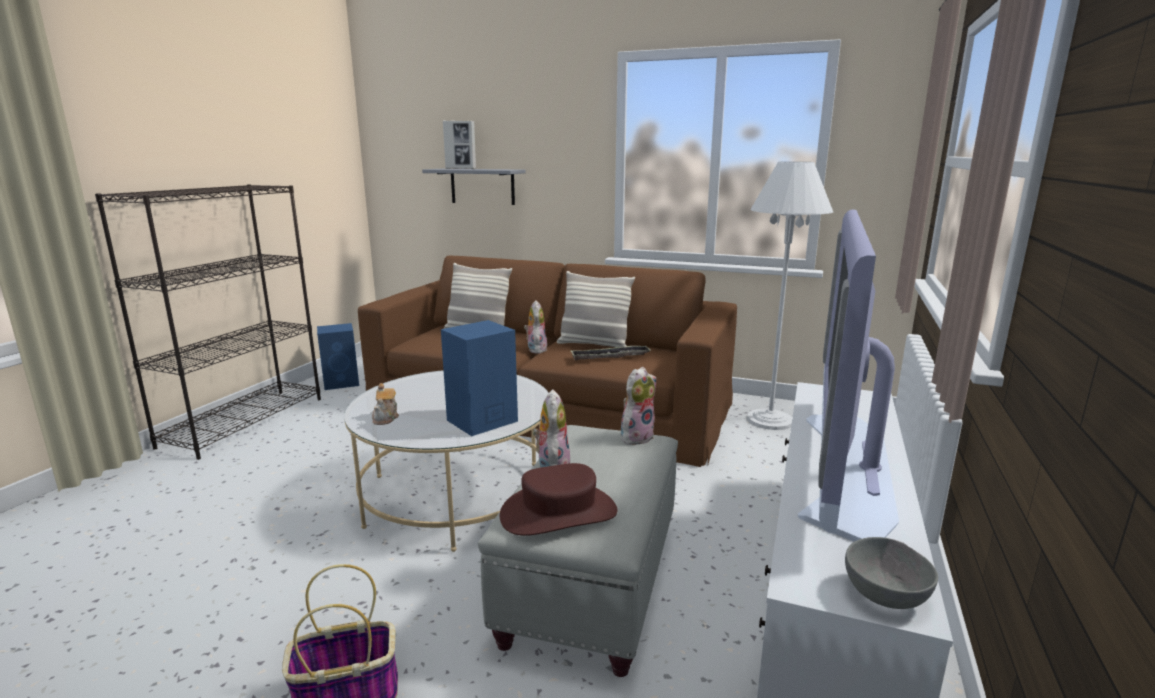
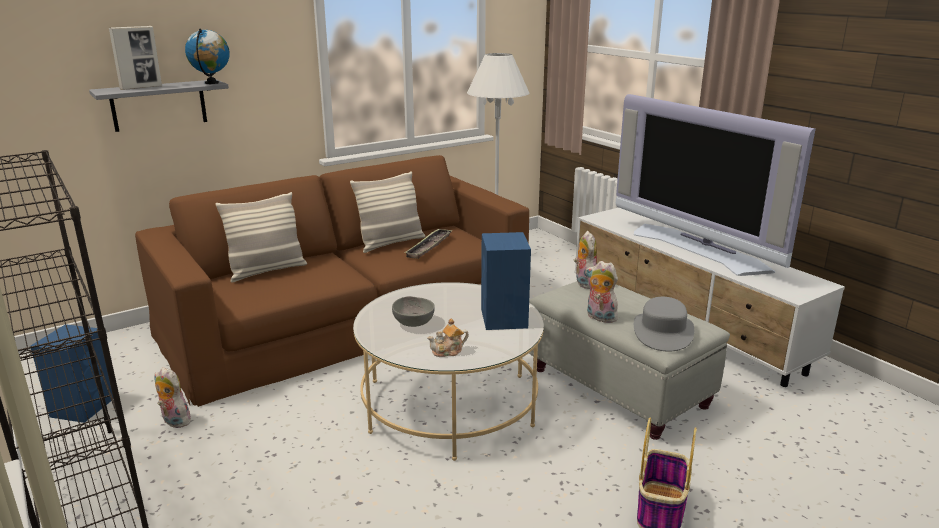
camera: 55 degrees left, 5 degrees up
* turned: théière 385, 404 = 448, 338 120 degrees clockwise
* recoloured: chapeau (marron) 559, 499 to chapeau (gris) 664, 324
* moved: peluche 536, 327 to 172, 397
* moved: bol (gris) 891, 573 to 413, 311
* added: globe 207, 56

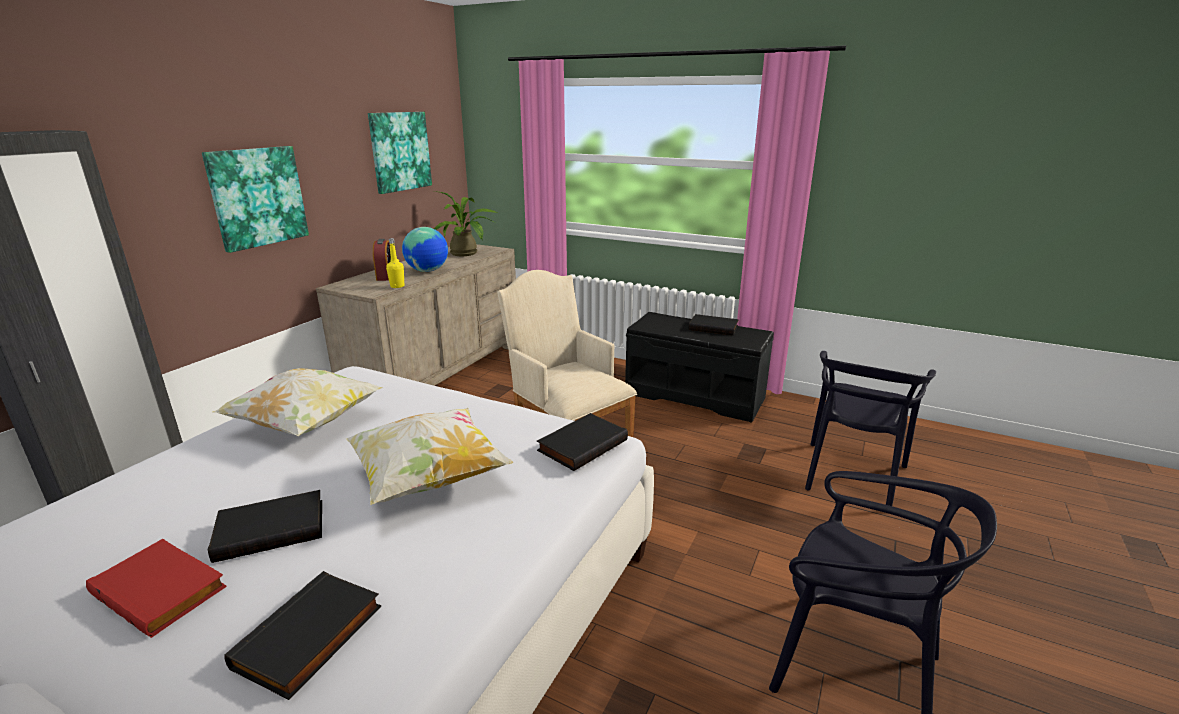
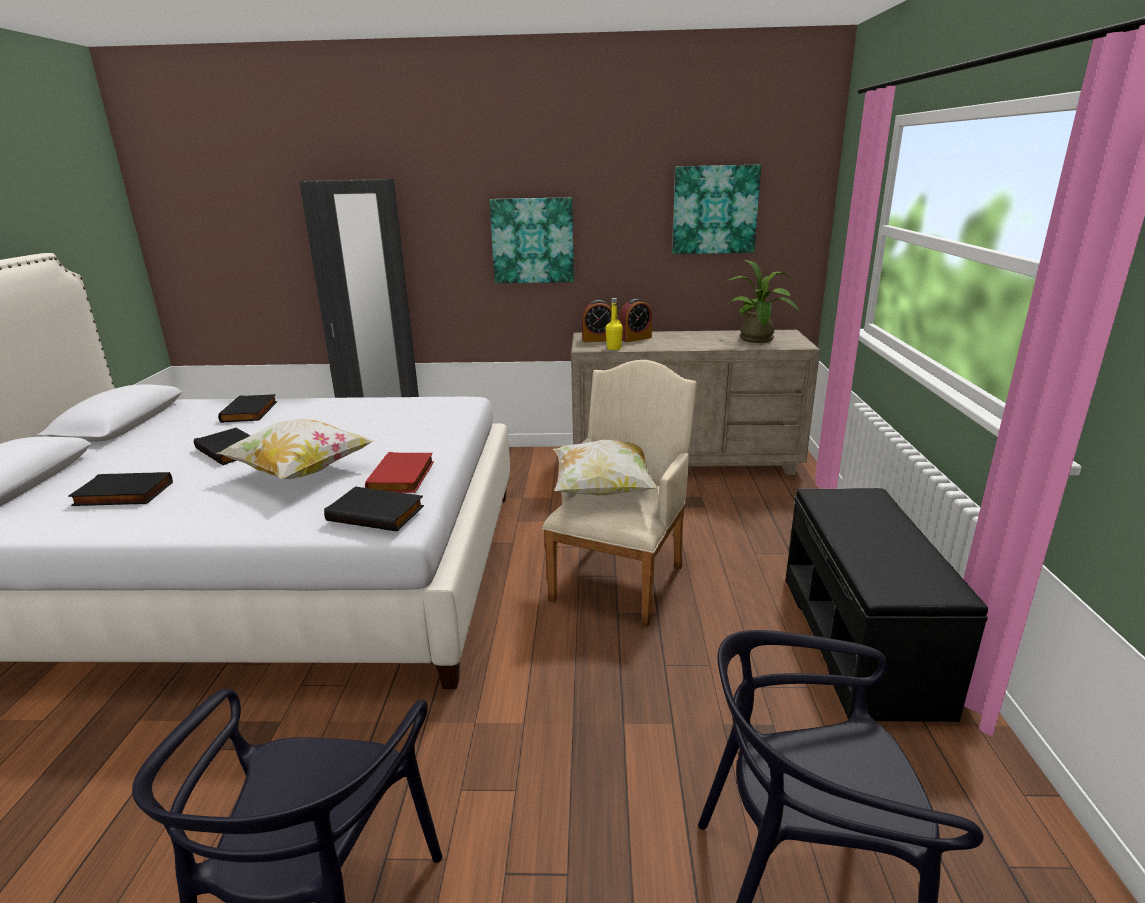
camera: 65 degrees right, 0 degrees up
* moved: livre (rouge) 156, 588 to 399, 472
* moved: coussin 298, 402 to 605, 467
* removed: globe 425, 249
* moved: livre (noir) 713, 325 to 247, 408
* added: réveil 597, 321

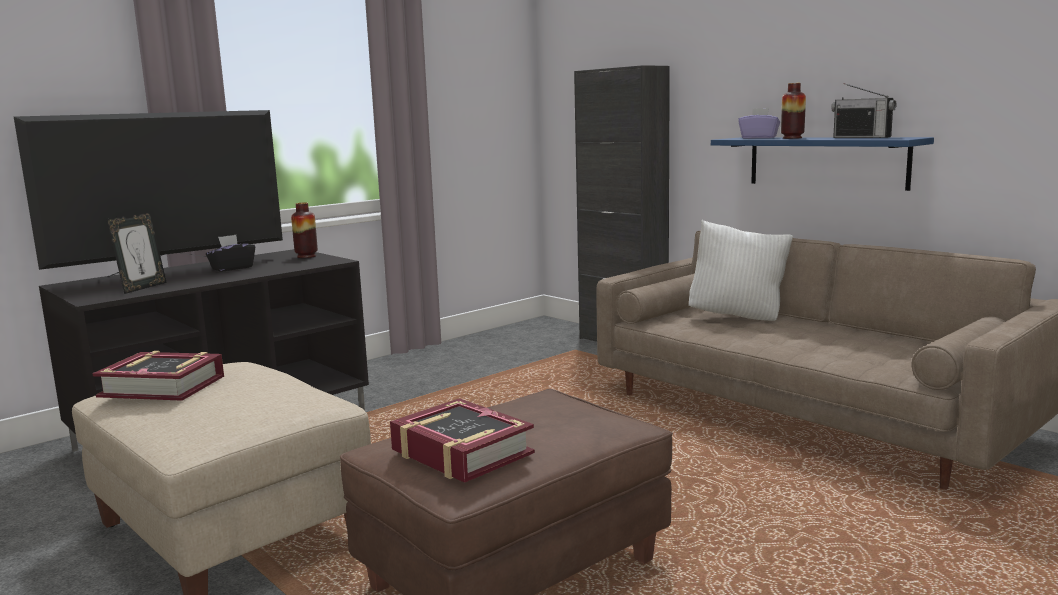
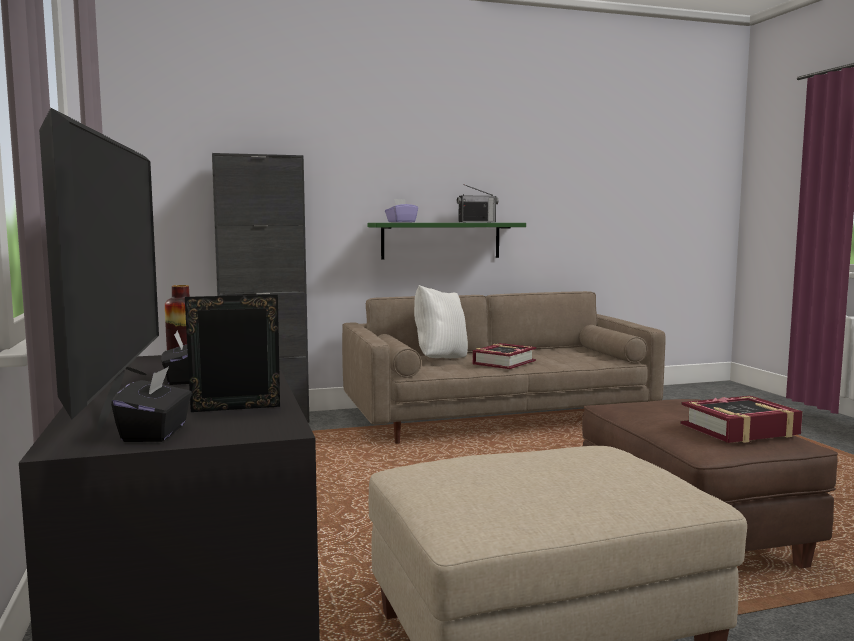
camera: 65 degrees left, 5 degrees down
* moved: livre 158, 376 to 504, 356
* turned: cadre photo 136, 253 = 232, 353 60 degrees counterclockwise
* recoloured: étagère (bleu) 822, 164 to étagère (vert) 446, 241
* removed: vase 793, 111
* added: boîte à mouchoirs (noir) 151, 404

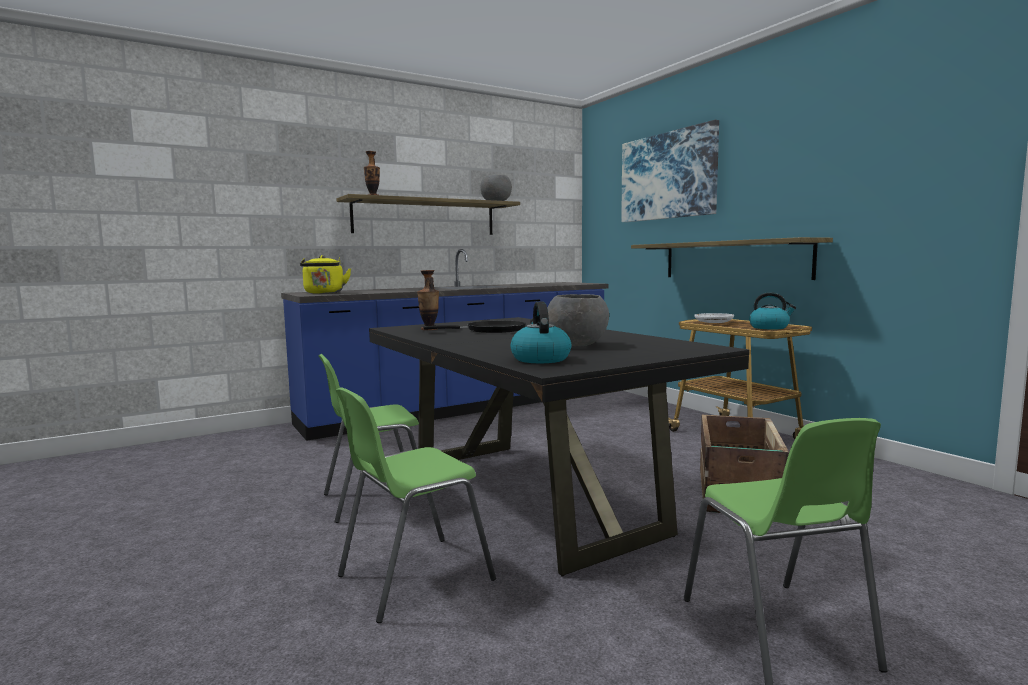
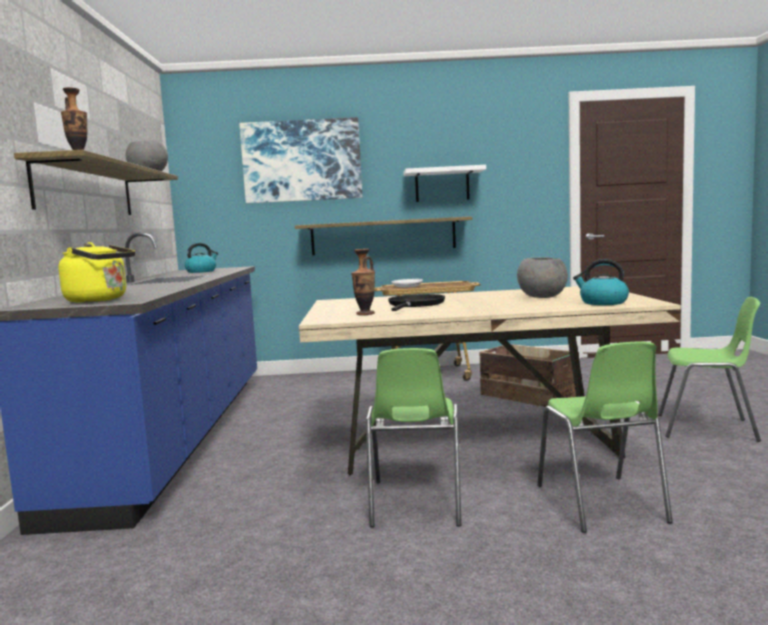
camera: 60 degrees left, 0 degrees up
* recoloured: table à manger (noir) 559, 447 to table à manger (beige) 490, 380
* moved: bouilloire 772, 310 to 201, 258
* added: étagère (blanc) 445, 183

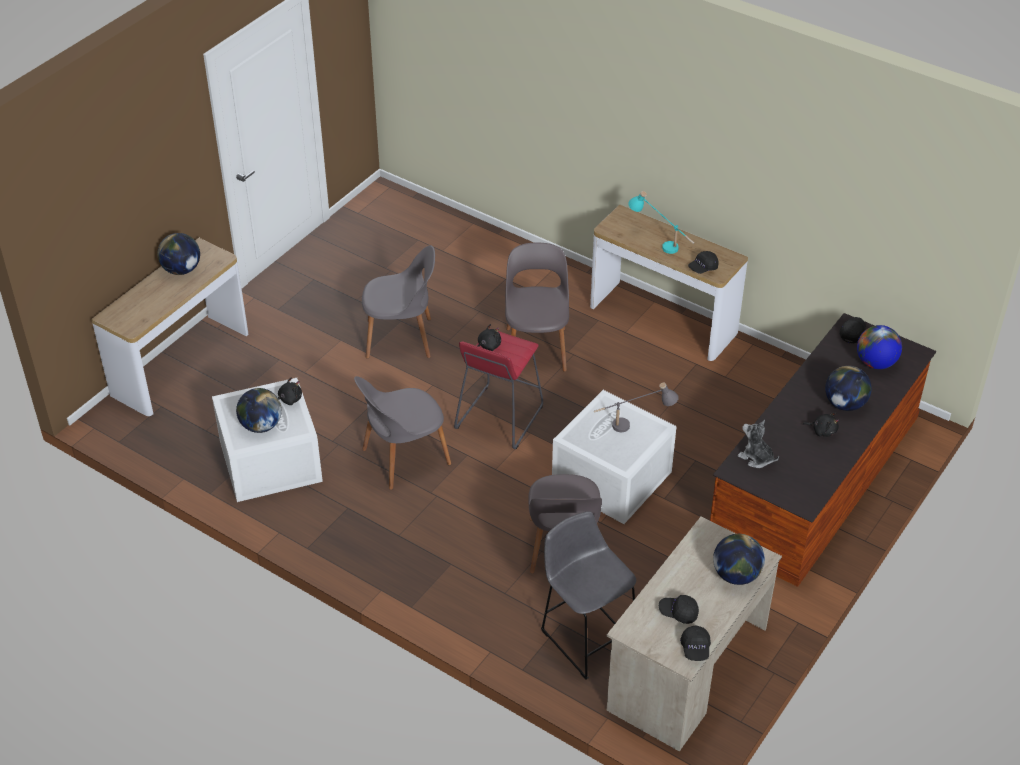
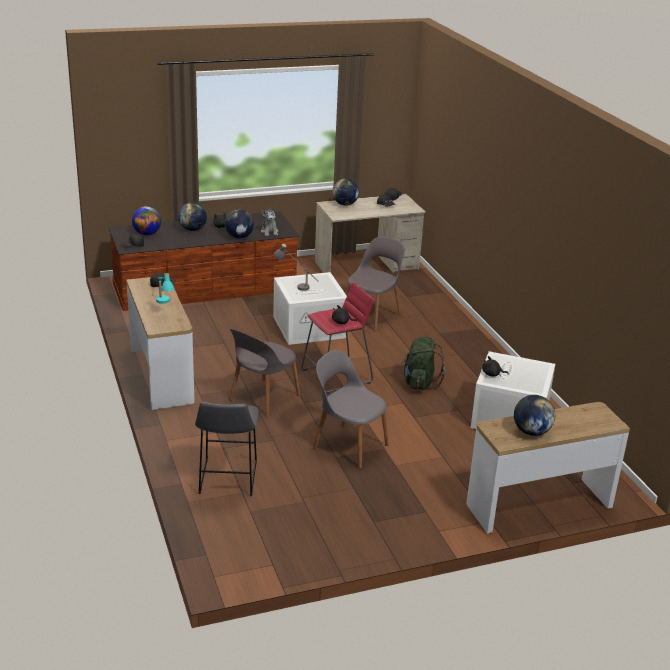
camera: 145 degrees left, 15 degrees down
* moved: globe 259, 410 to 239, 224
* replaced: chaise (gris) 402, 433 to sac à dos (vert) 423, 363
* moved: tabouret (gris) 588, 595 to 227, 449

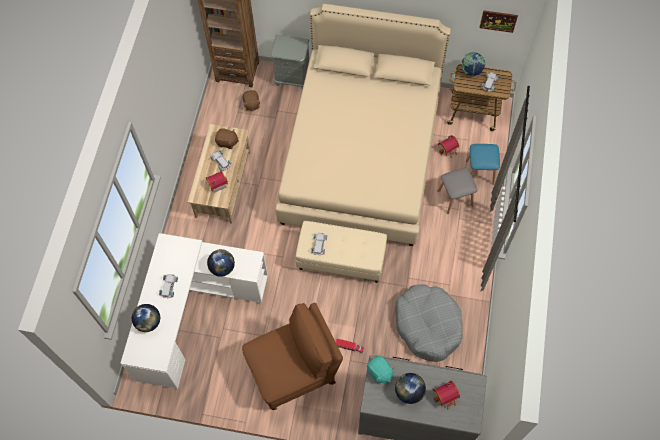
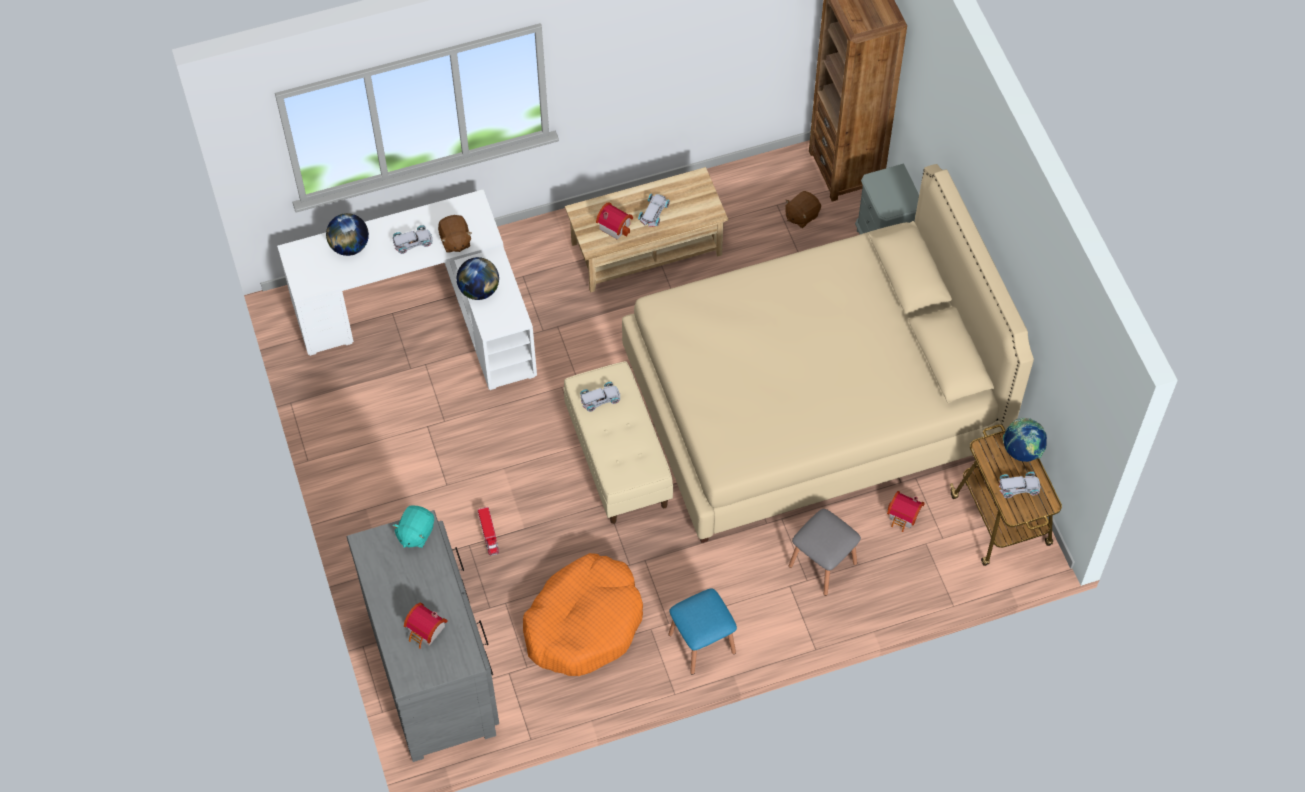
camera: 60 degrees right, 5 degrees down
* moved: peluche (marron) 227, 138 to 455, 234
* removed: chaise (marron) 292, 356
* recoloured: panier pour chien (gris) 429, 323 to panier pour chien (orange) 583, 614
* removed: globe 410, 388
* moved: tabouret (bleu) 483, 164 to 702, 631
* removed: tableau 498, 21

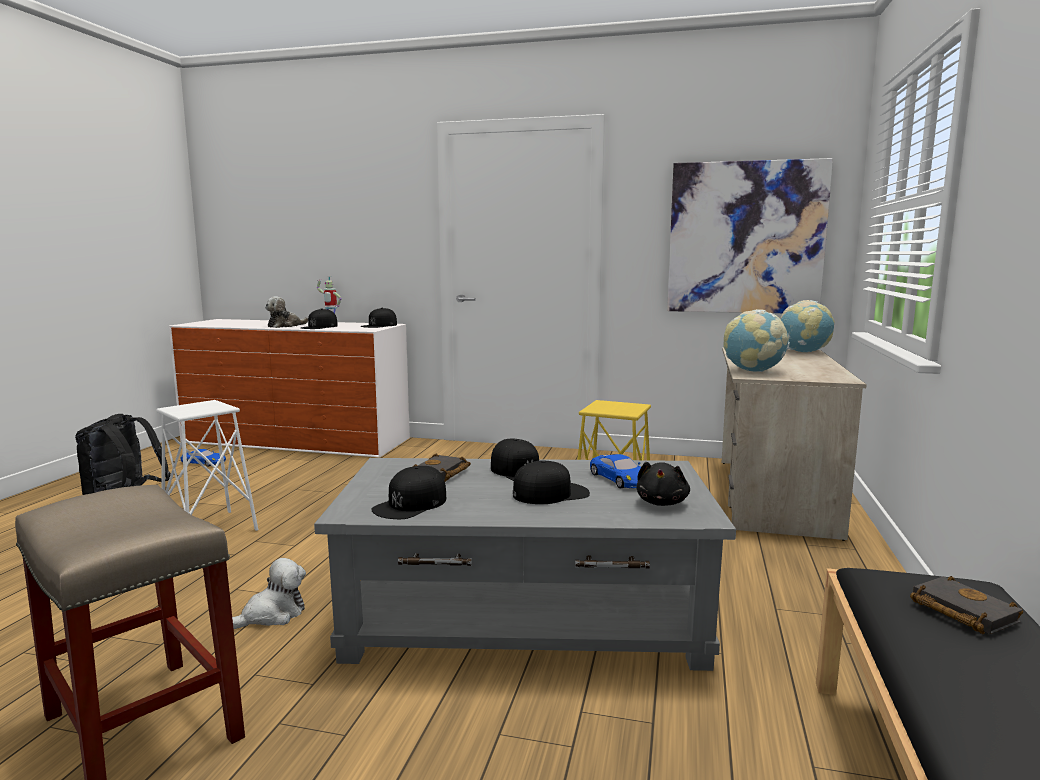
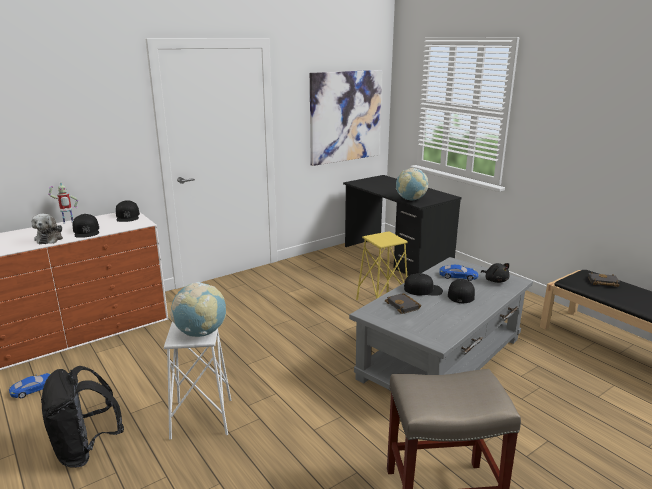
camera: 50 degrees left, 10 degrees up
* removed: peluche 269, 593
* removed: casquette (noir) 408, 492
* recoloured: bureau (beige) 794, 444 to bureau (noir) 402, 225
* moved: globe 807, 326 to 198, 309

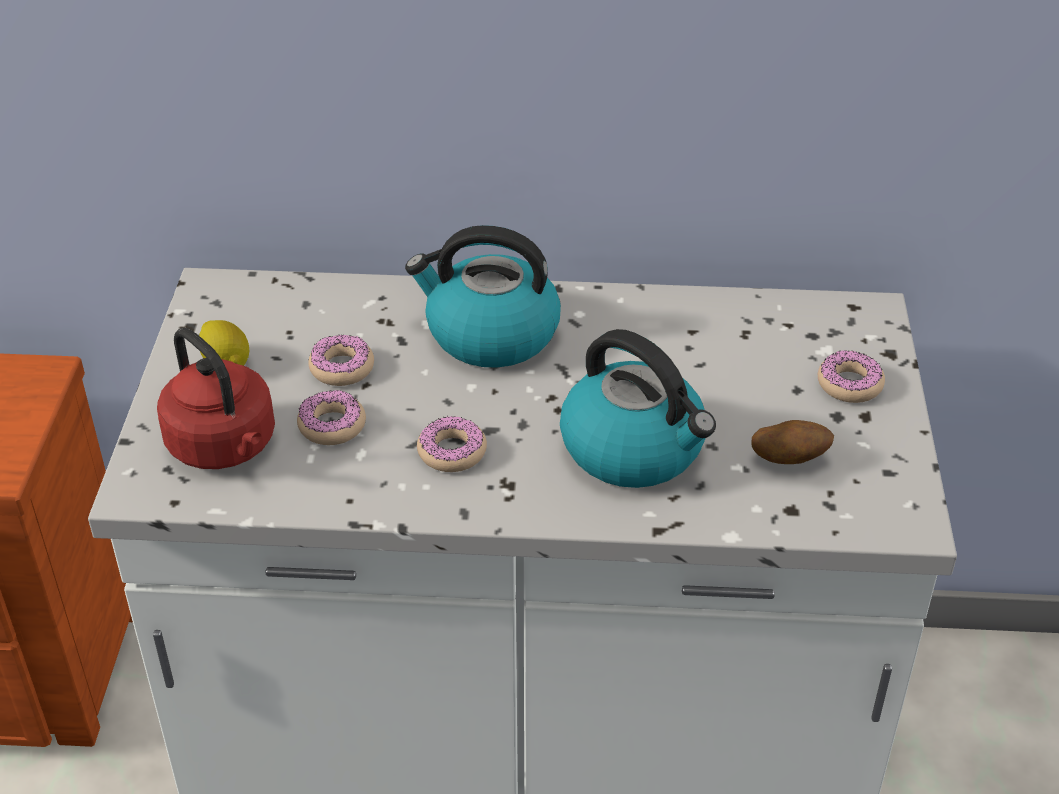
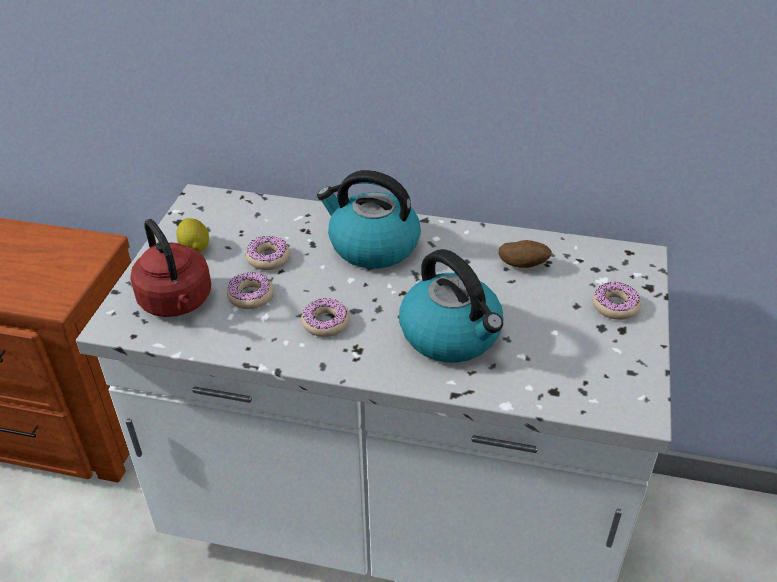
camera: 10 degrees right, 0 degrees up
* moved: pomme de terre 793, 442 to 525, 254

